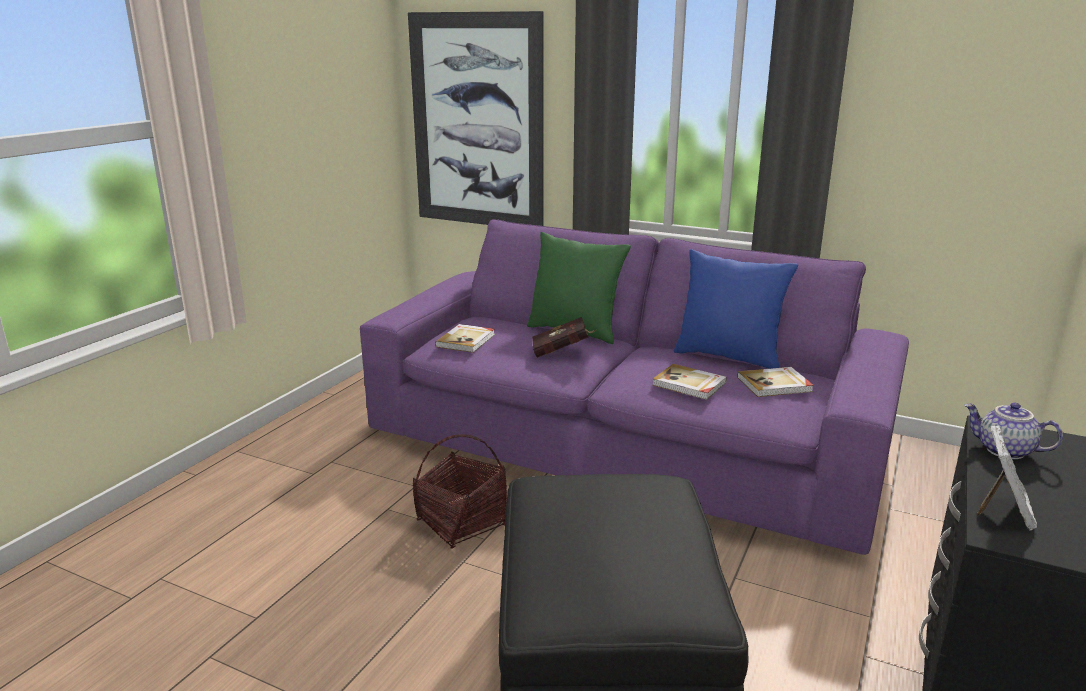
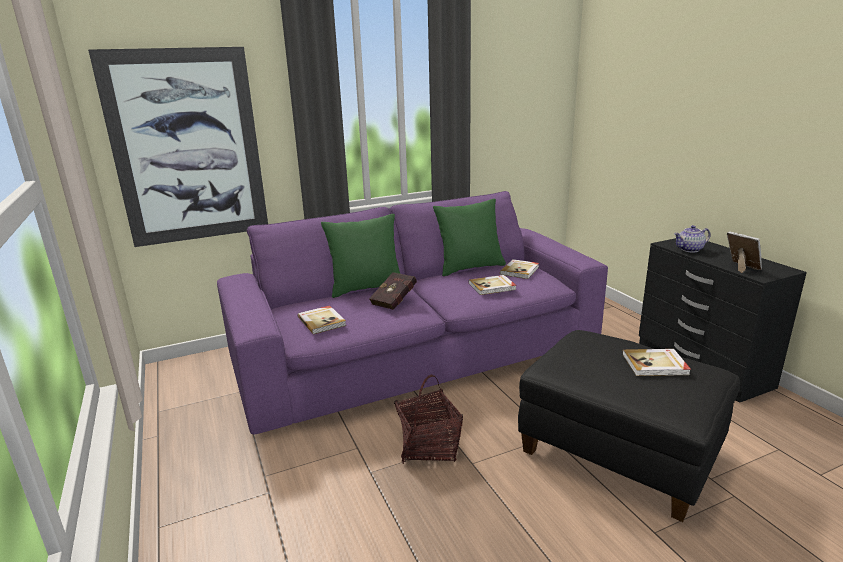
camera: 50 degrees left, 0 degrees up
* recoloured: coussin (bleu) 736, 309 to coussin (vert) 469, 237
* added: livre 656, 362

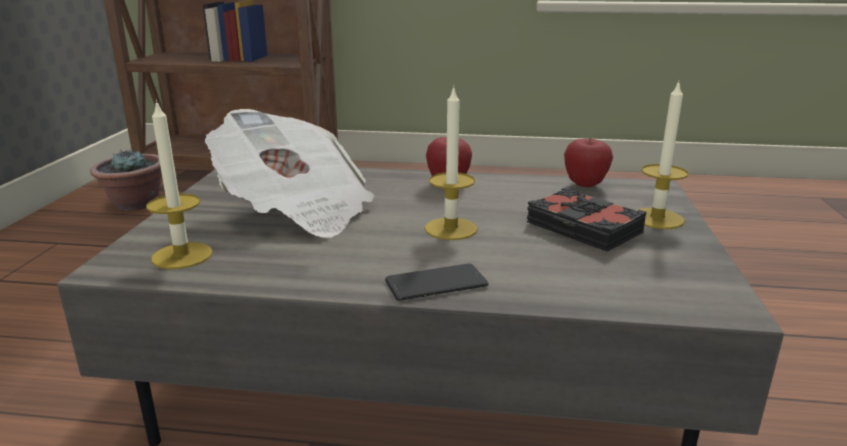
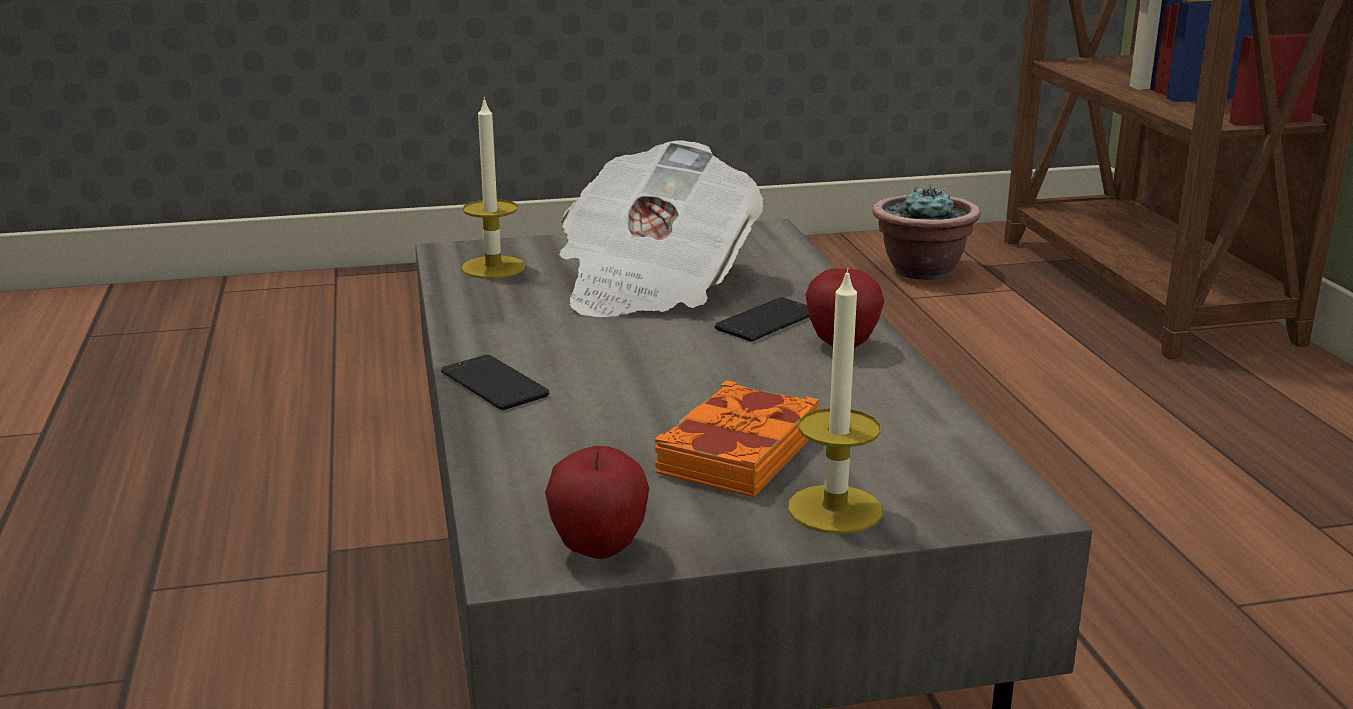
camera: 70 degrees right, 0 degrees up
* removed: bougie 451, 162
* recoloured: livre (noir) 587, 219 to livre (orange) 737, 438
* moved: pomme 588, 163 to 597, 502
* added: téléphone 762, 319

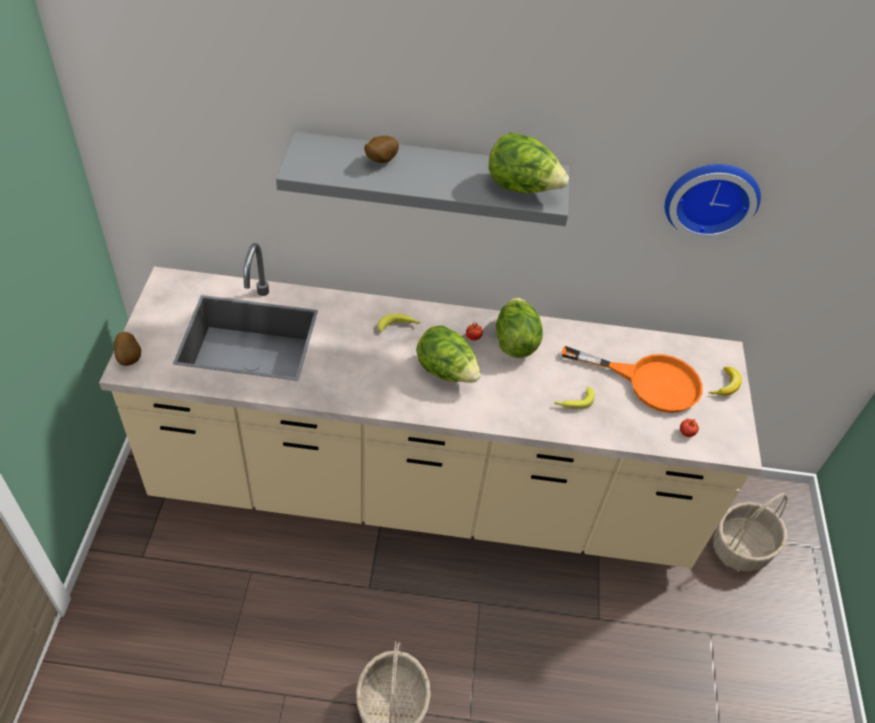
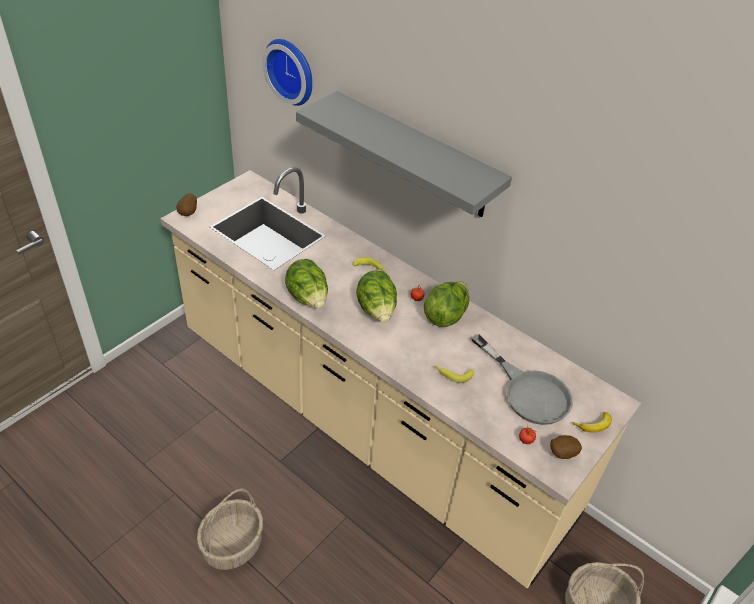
camera: 35 degrees right, 5 degrees down
* moved: pomme de terre 381, 149 to 566, 447
* moved: laitue 529, 162 to 306, 283
* recoloured: poêle (orange) 632, 379 to poêle (gris) 522, 379
* moved: horloge murale 713, 202 to 287, 72

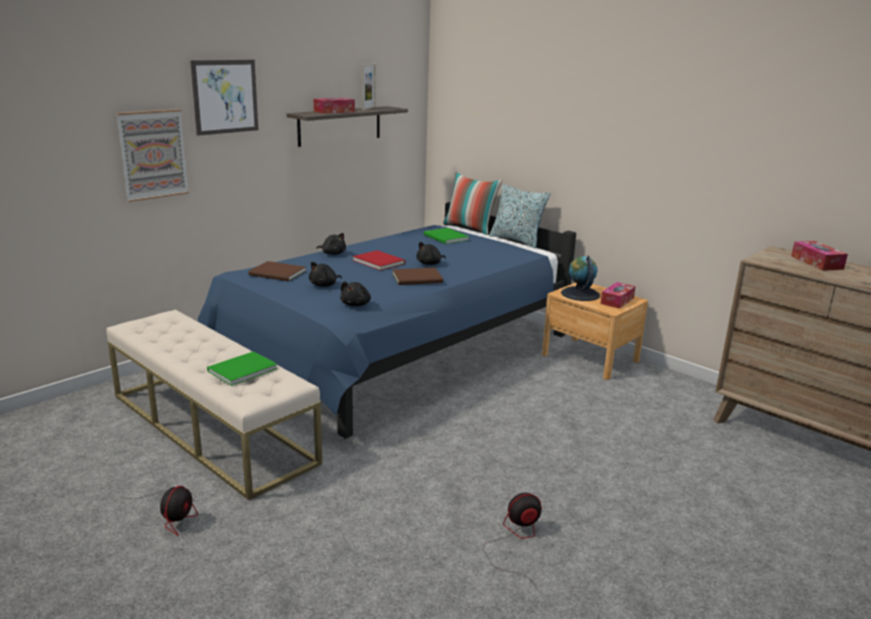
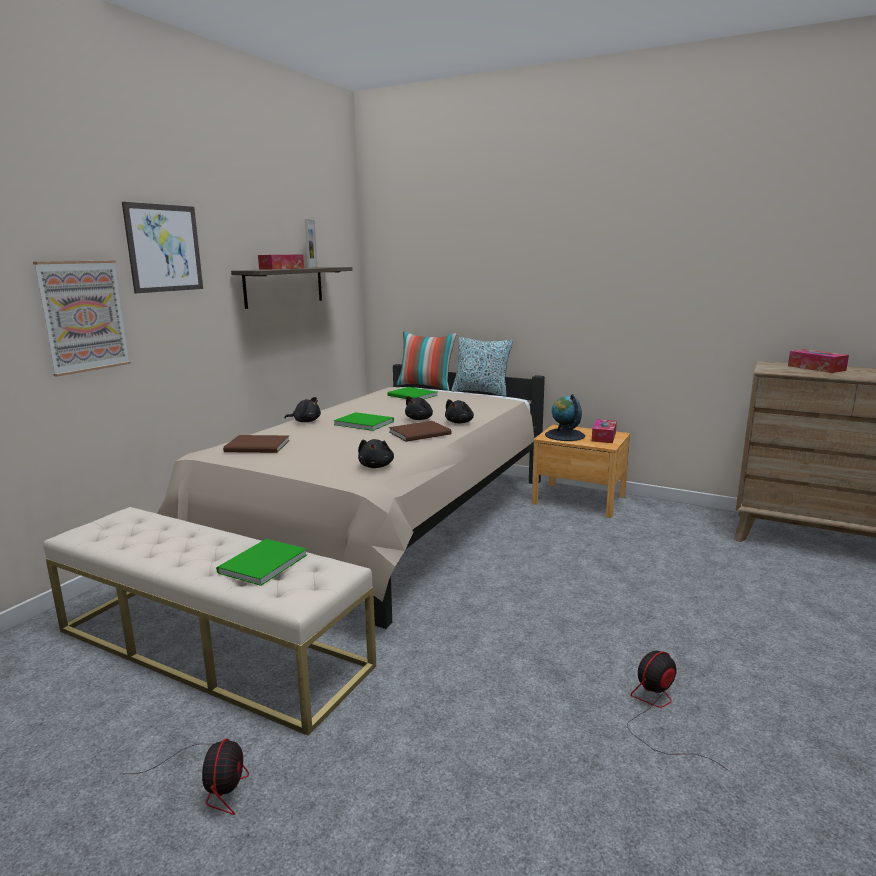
camera: 15 degrees left, 5 degrees down
* recoloured: lit (bleu) 387, 320 to lit (beige) 351, 496
* moved: peluche (noir) 325, 274 to 459, 411
* recoloured: livre (rouge) 379, 260 to livre (vert) 364, 421

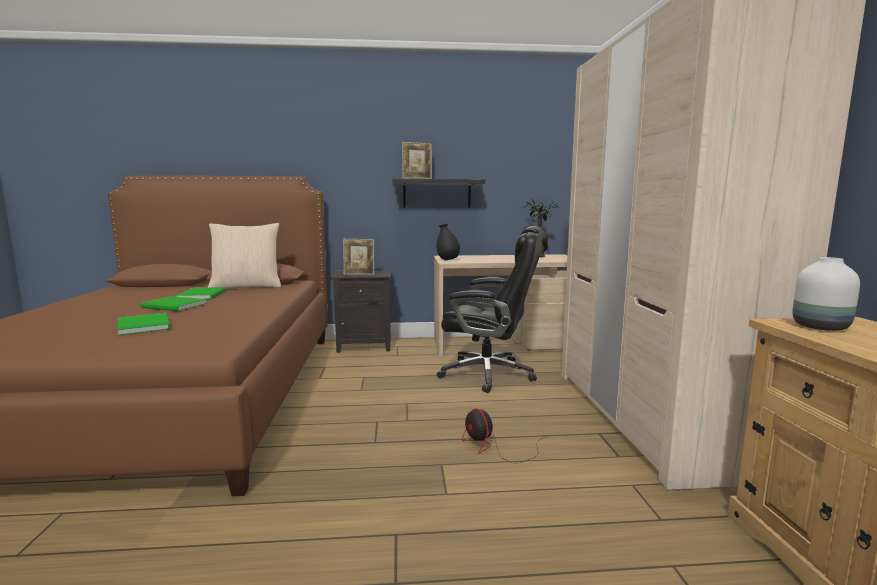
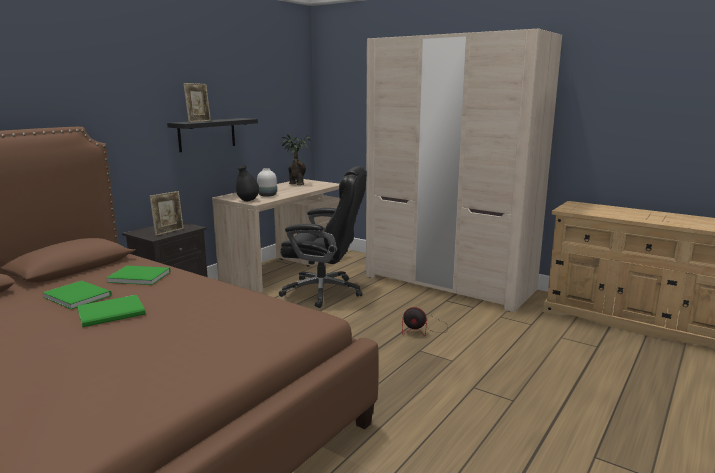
camera: 50 degrees left, 5 degrees up
* moved: livre (vert) 143, 324 to 138, 275
* removed: coussin (beige) 244, 255
* turned: chaise de bureau (noir) 490, 309 = 323, 237 45 degrees clockwise
* moved: vase (blanc) 826, 294 to 267, 182

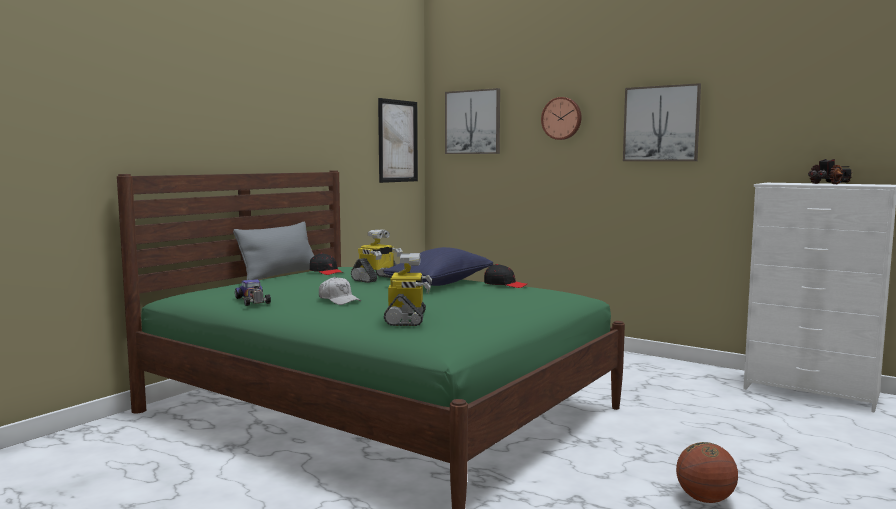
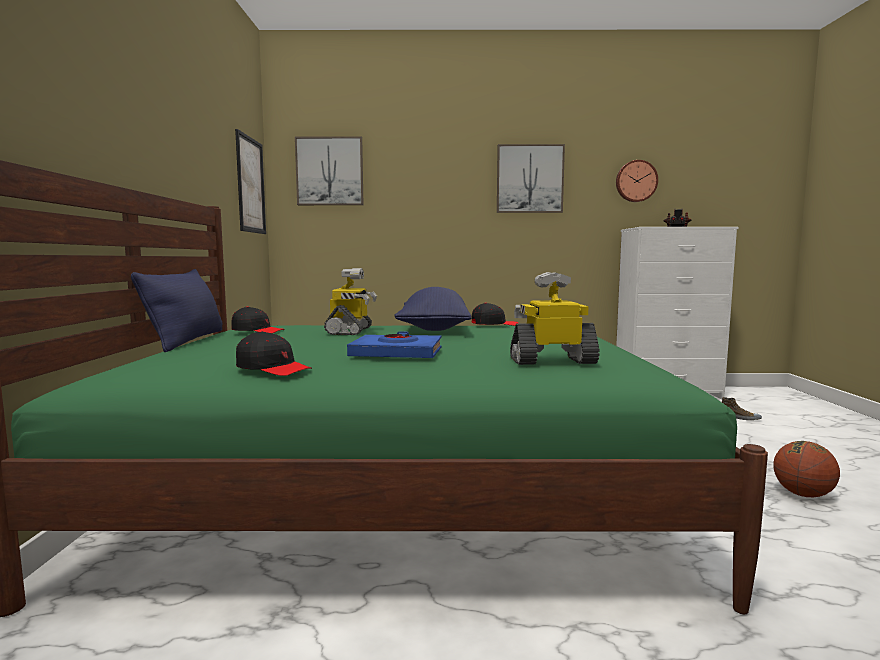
camera: 35 degrees left, 0 degrees up
* recoloured: coussin (gris) 273, 250 to coussin (bleu) 176, 310
* replaced: petite voiture 253, 292 to casquette (noir) 274, 353
* replaced: casquette (blanc) 340, 291 to livre (bleu) 394, 344
* turned: robot jouet 408, 289 = 555, 318 60 degrees counterclockwise
* moved: horloge murale 561, 118 to 637, 181
* added: chaussure 742, 408

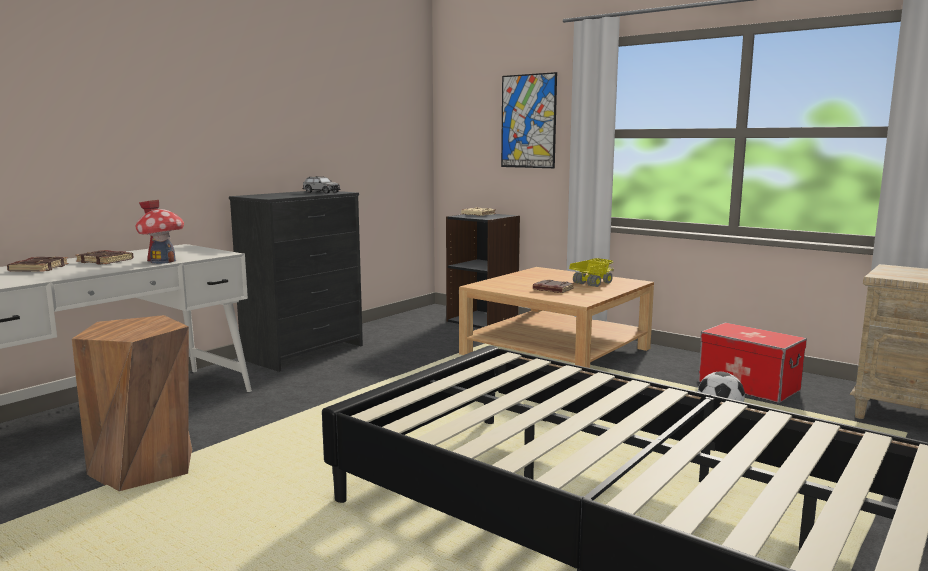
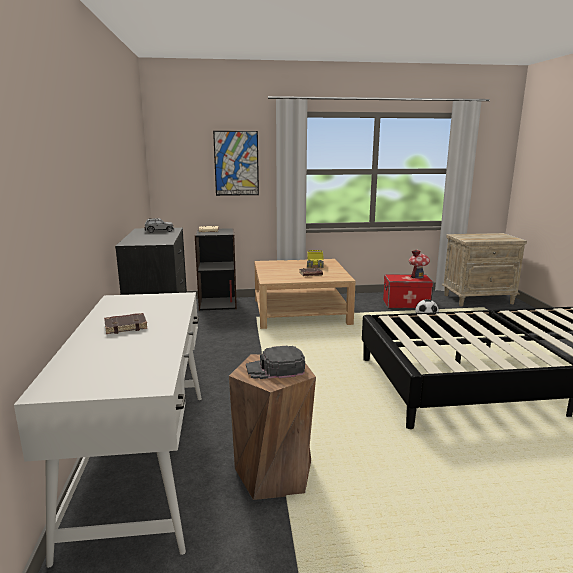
camera: 45 degrees left, 5 degrees up
* removed: livre (marron) 38, 264
* moved: maison miniature 159, 232 to 419, 263
* added: casquette (noir) 275, 362

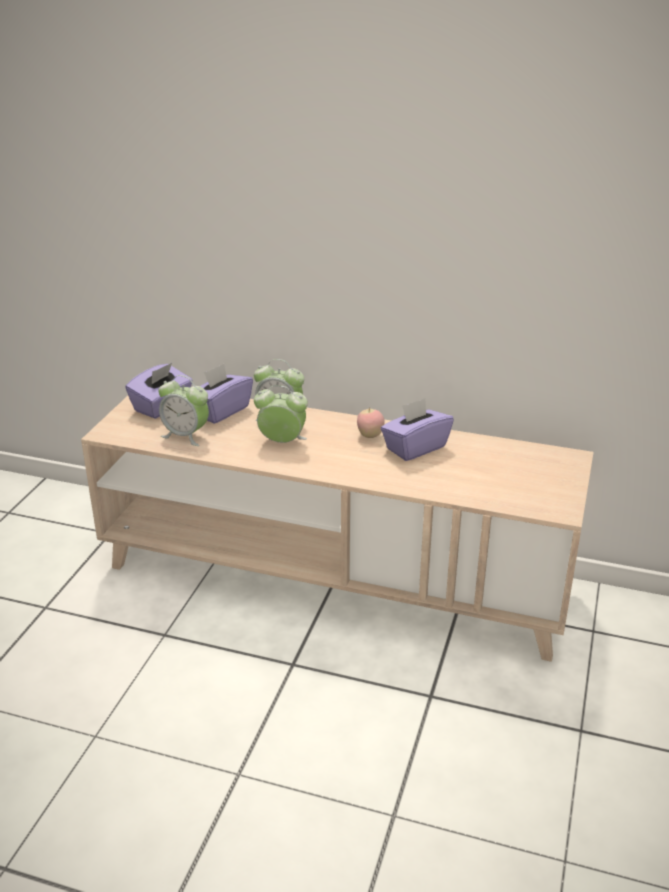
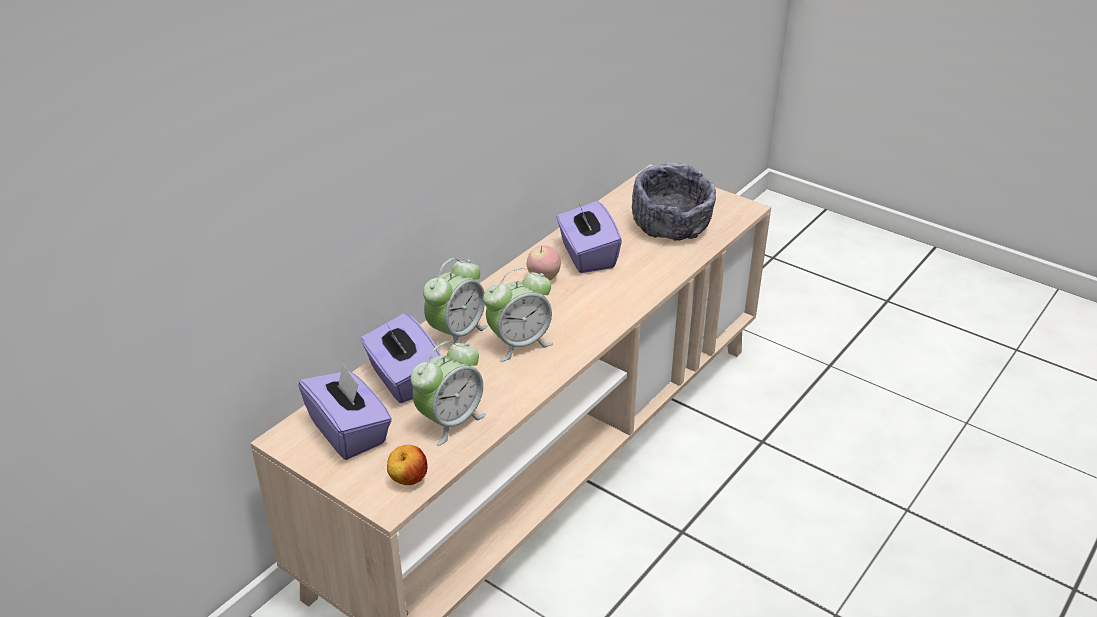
camera: 70 degrees left, 5 degrees up
* turned: réveil 281, 414 = 518, 315 150 degrees counterclockwise
* added: pomme 407, 465
* added: bol (gris) 674, 202

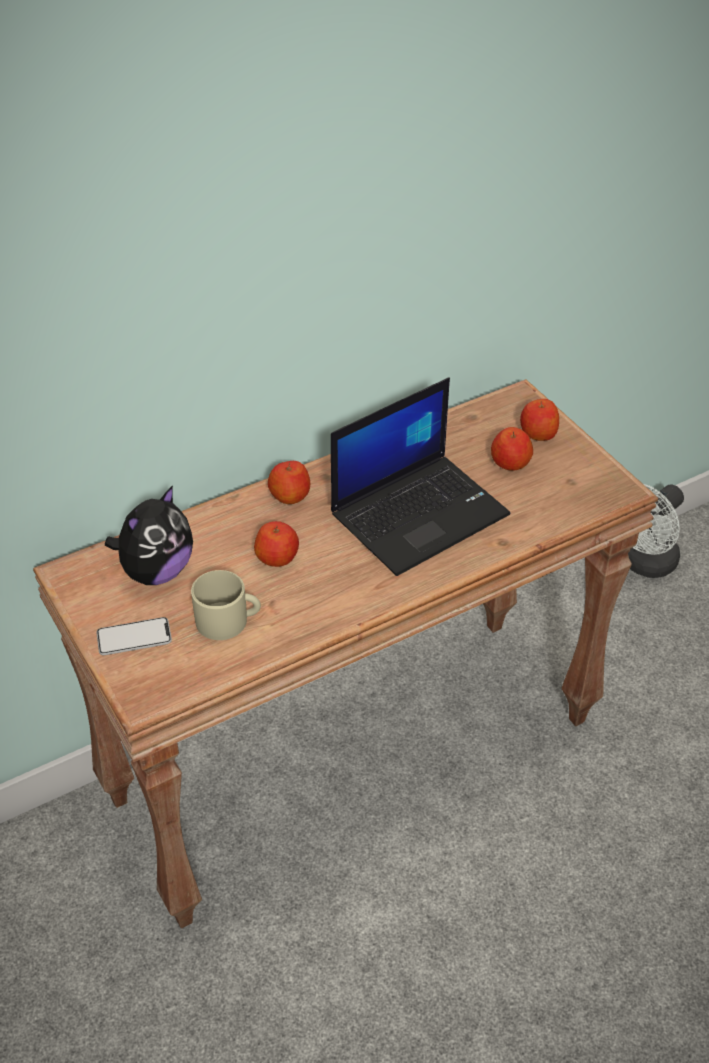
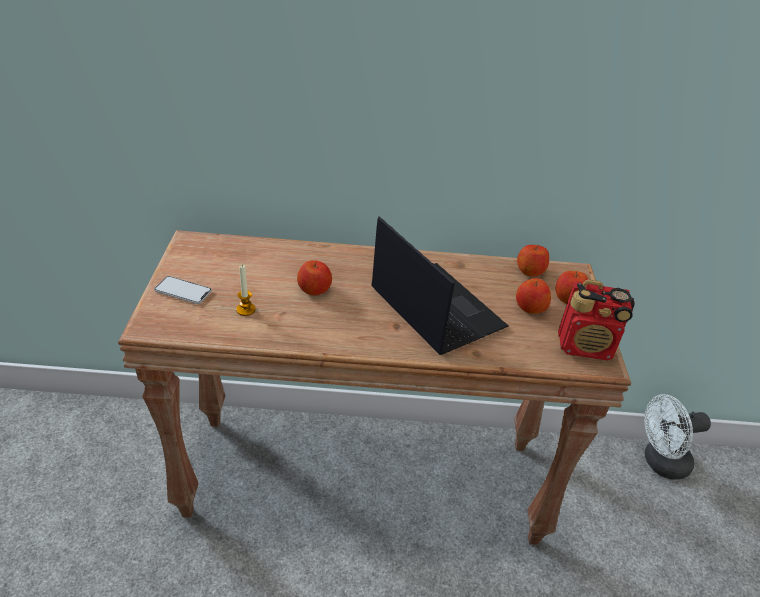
camera: 30 degrees right, 5 degrees down
* removed: peluche 149, 535
* replaced: mug (beige) 226, 605 to bougie 246, 290
* moved: pomme 289, 482 to 533, 260
* turned: ordinateur portable 420, 477 = 440, 285 120 degrees counterclockwise
* added: radio 596, 320

